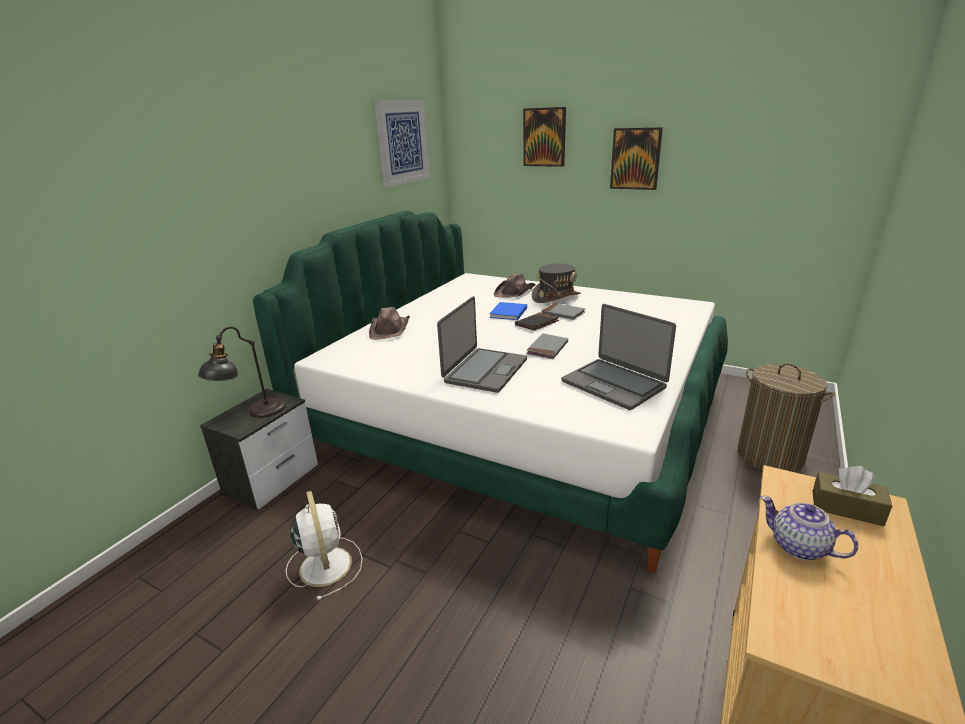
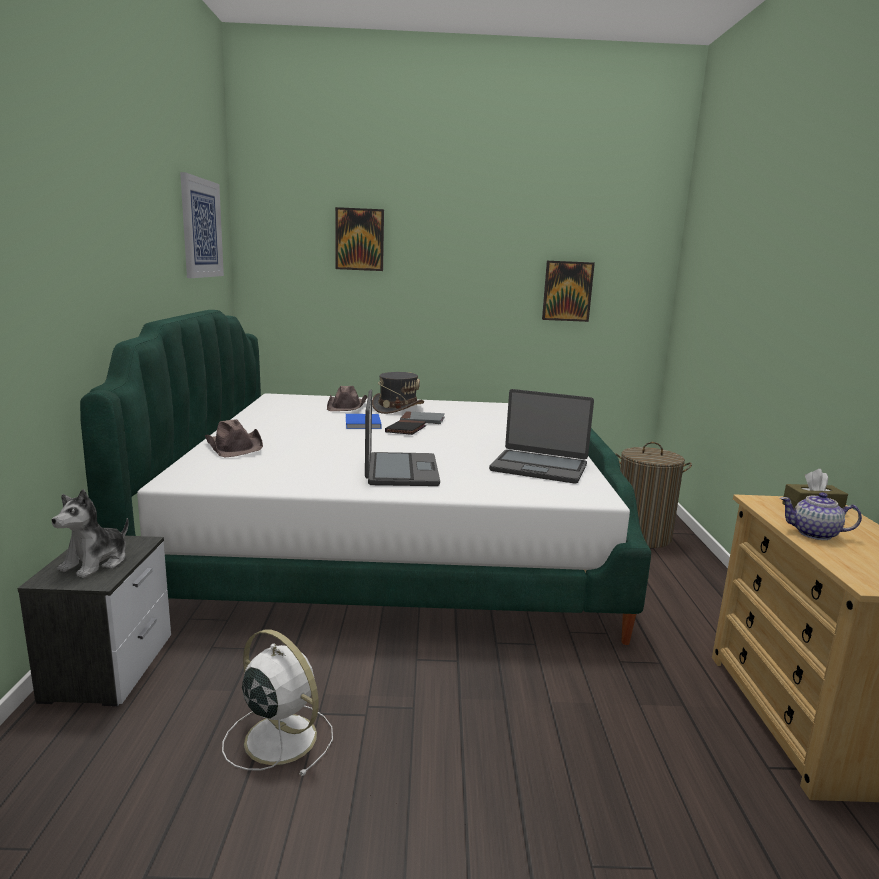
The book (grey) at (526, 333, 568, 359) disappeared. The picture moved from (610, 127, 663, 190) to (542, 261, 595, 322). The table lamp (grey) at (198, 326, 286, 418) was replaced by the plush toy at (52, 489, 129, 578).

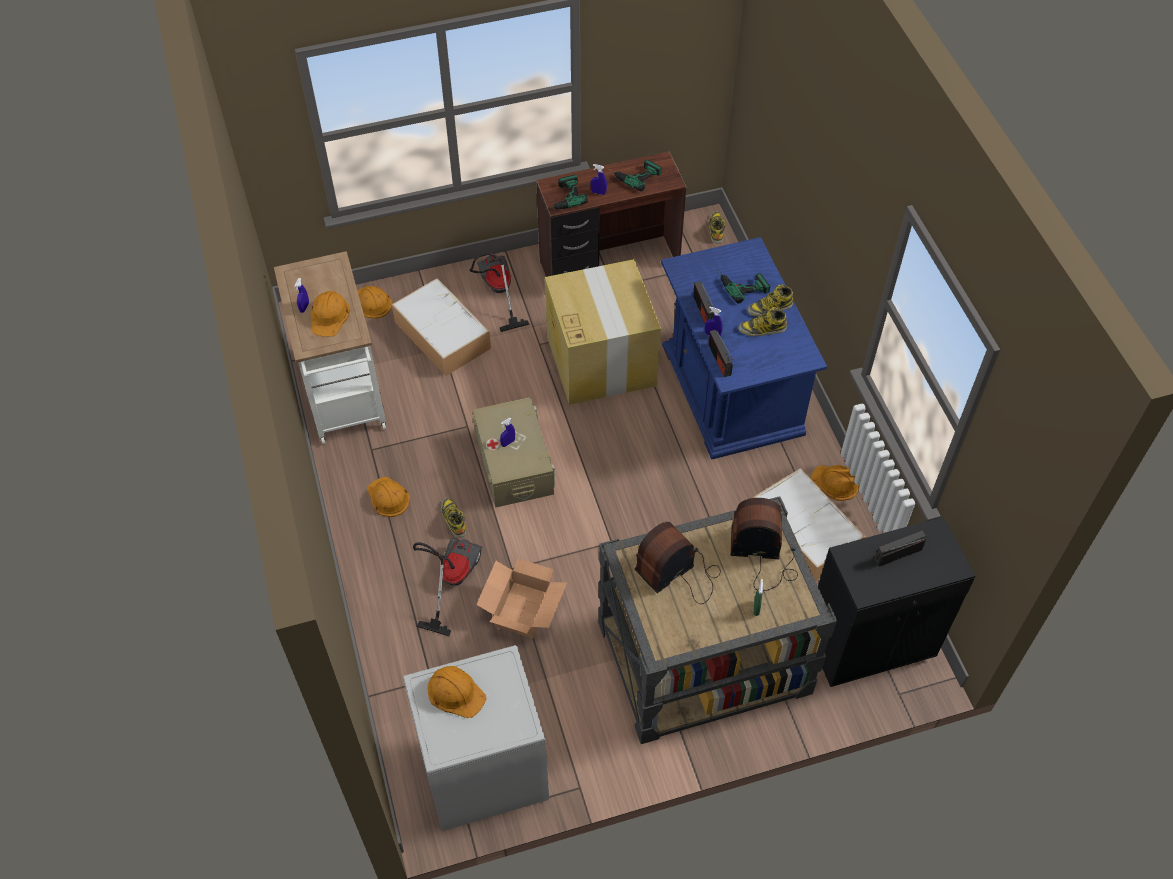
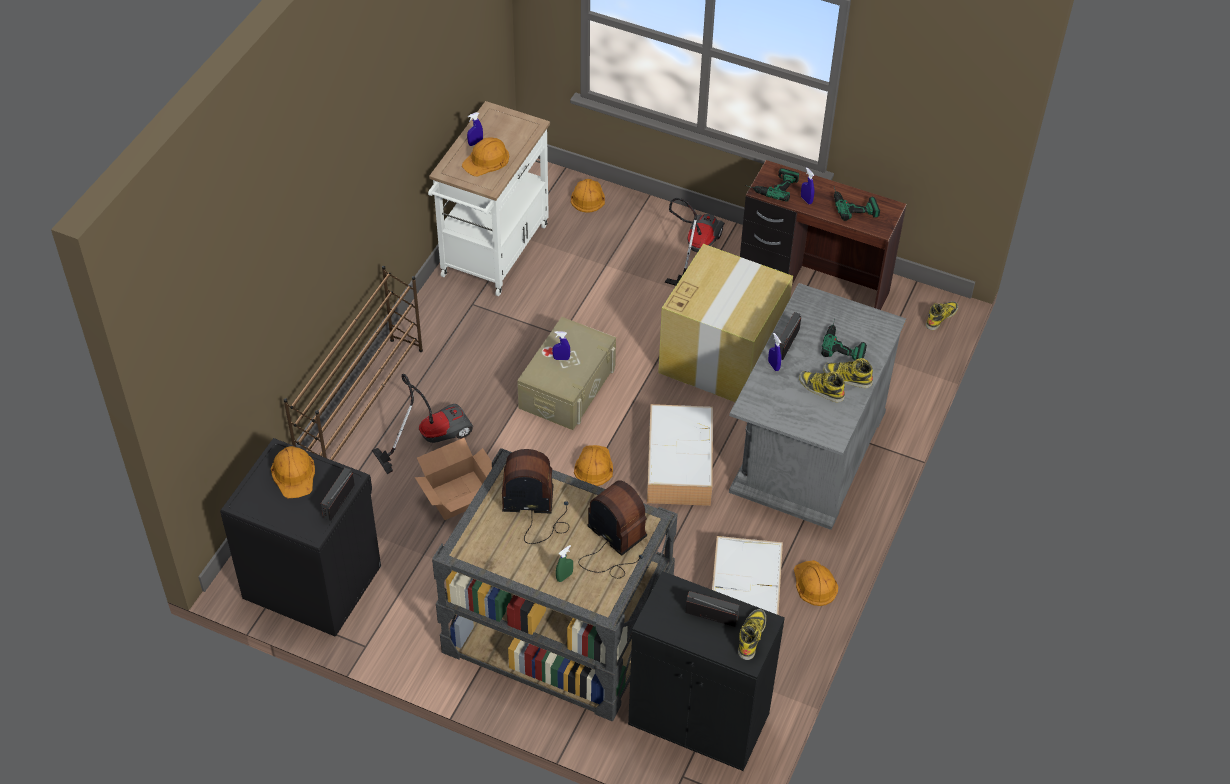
The shoe rack (brown) at (284, 266, 423, 460) appeared. The hard hat (orange) moved from (367, 477, 410, 517) to (574, 445, 613, 486). The storage box moved from (392, 278, 491, 376) to (647, 404, 713, 506). The boot moved from (441, 498, 466, 538) to (738, 609, 766, 660). The radio moved from (708, 330, 733, 377) to (321, 467, 355, 521). The washing machine (white) at (403, 645, 549, 831) became the washing machine (black) at (220, 438, 381, 637). The cabinet (blue) at (661, 237, 827, 460) became the cabinet (grey) at (729, 283, 906, 530).

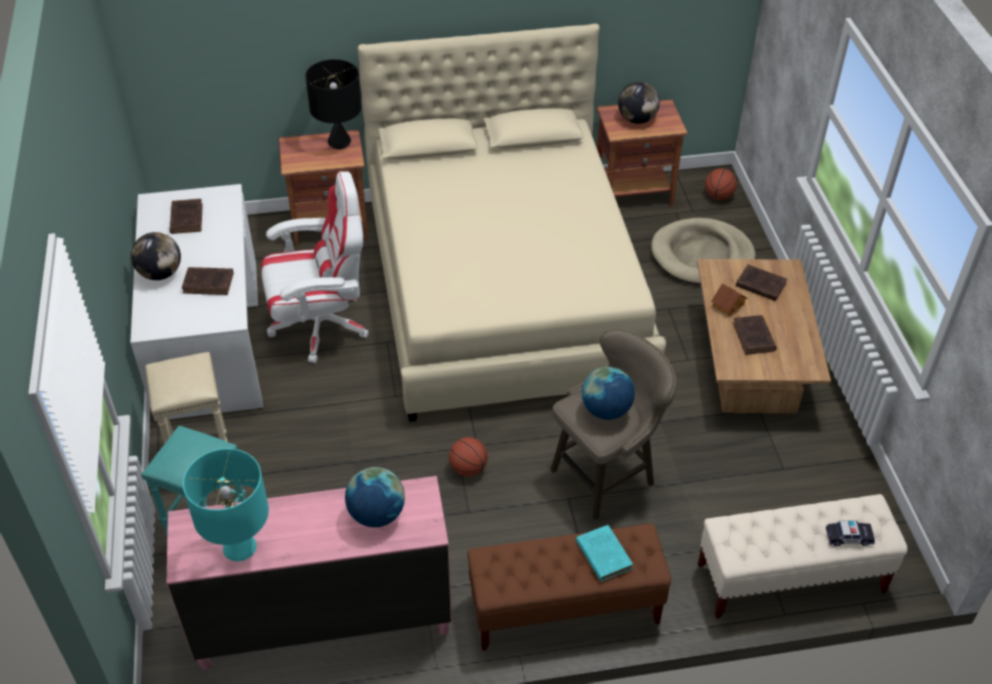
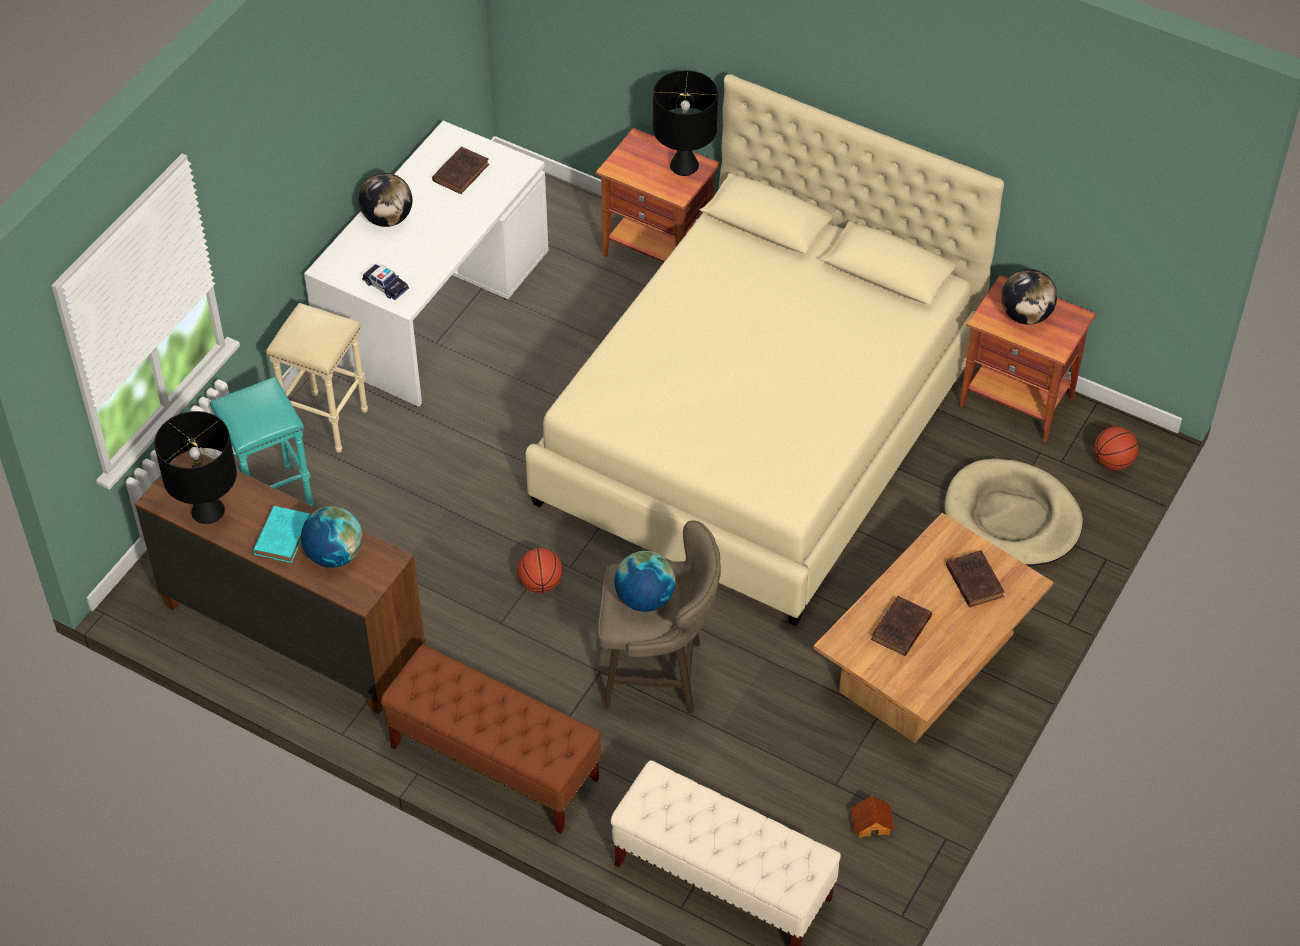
The book (brown) at (182, 267, 234, 295) disappeared. The office chair (white) at (261, 171, 369, 363) disappeared. The book (turquoise) moved from (576, 525, 633, 582) to (253, 506, 310, 563). The toy house moved from (711, 283, 747, 316) to (851, 795, 894, 838). The toy car moved from (826, 521, 875, 546) to (362, 264, 409, 300). The dresser (pink) at (167, 476, 452, 670) became the dresser (brown) at (135, 451, 425, 714). The table lamp (turquoise) at (183, 449, 269, 561) became the table lamp (black) at (154, 411, 237, 524).

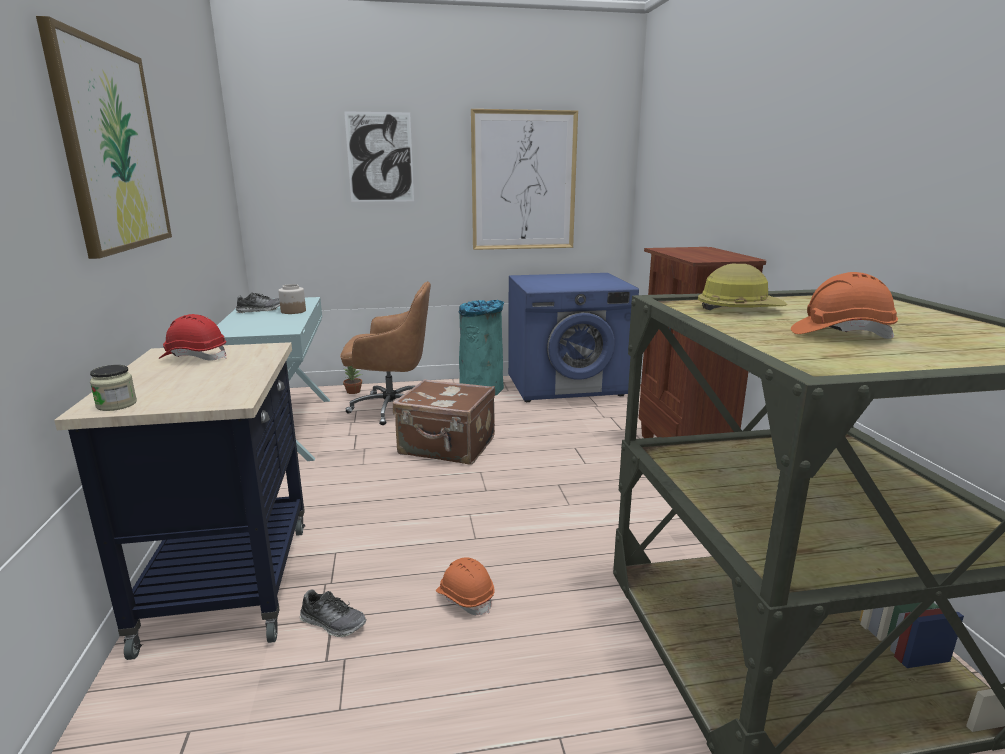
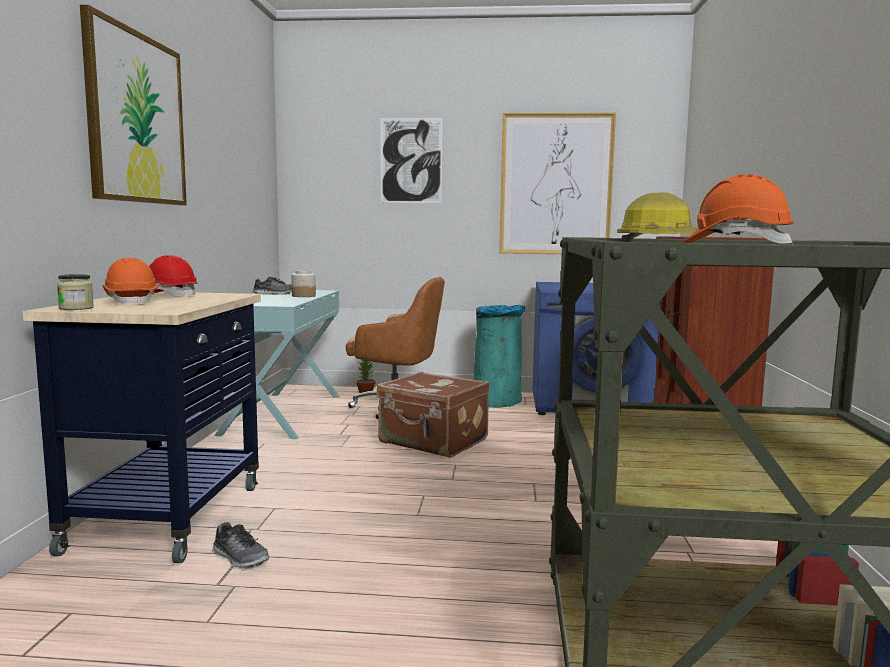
The hard hat (orange) moved from (436, 557, 494, 615) to (103, 258, 158, 305).

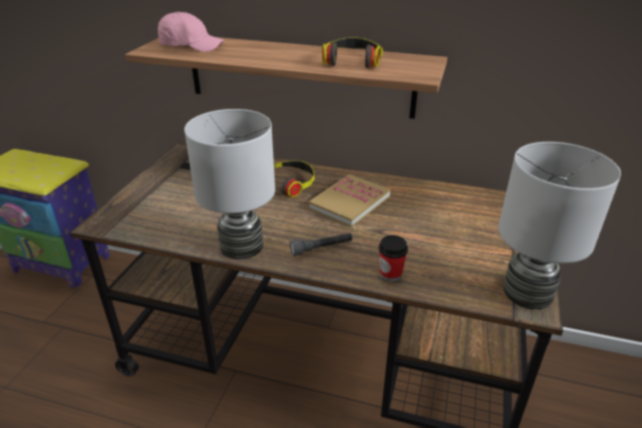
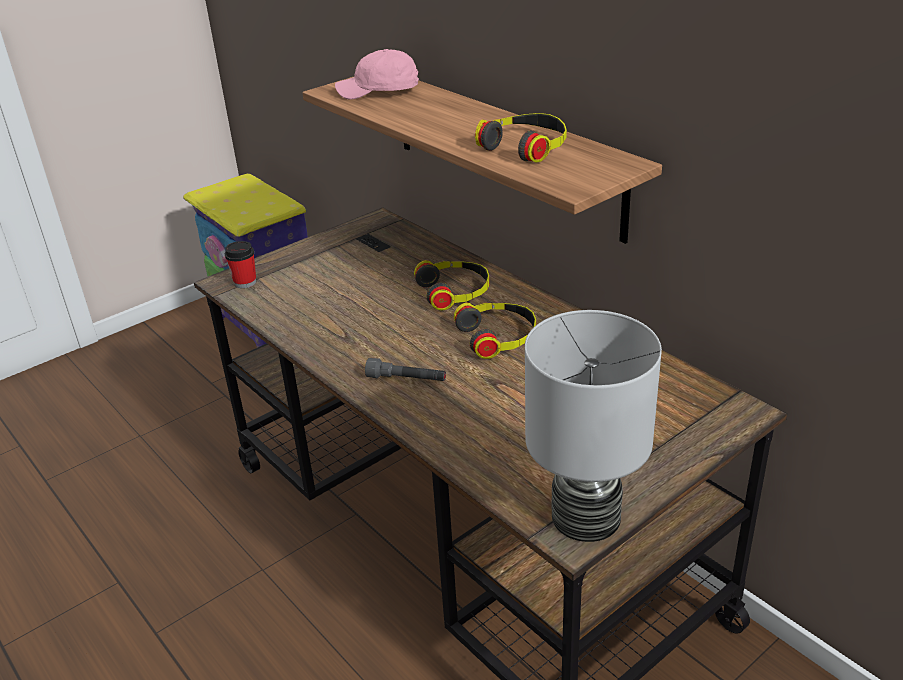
The table lamp (grey) at (184, 109, 275, 259) disappeared. The cup moved from (379, 235, 408, 282) to (225, 241, 256, 288). The book at (308, 174, 390, 228) was replaced by the headphones at (454, 303, 536, 359). The cap (pink) at (158, 12, 224, 52) turned 135 degrees clockwise.

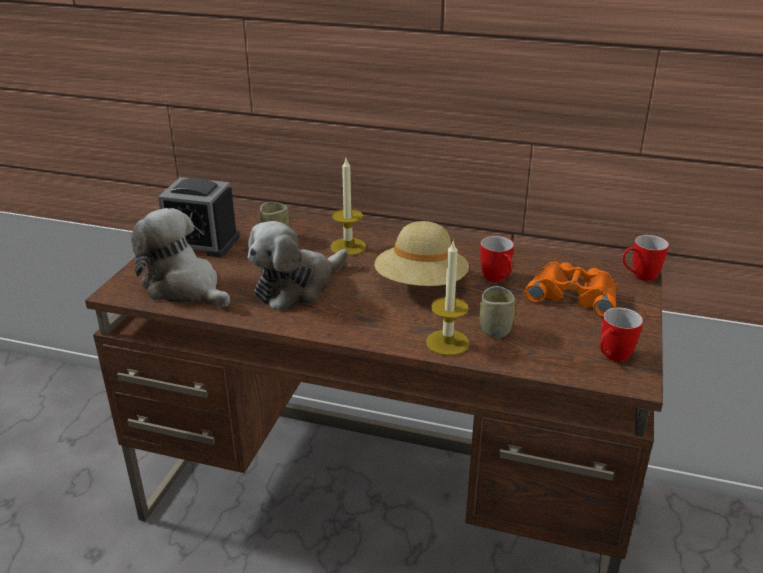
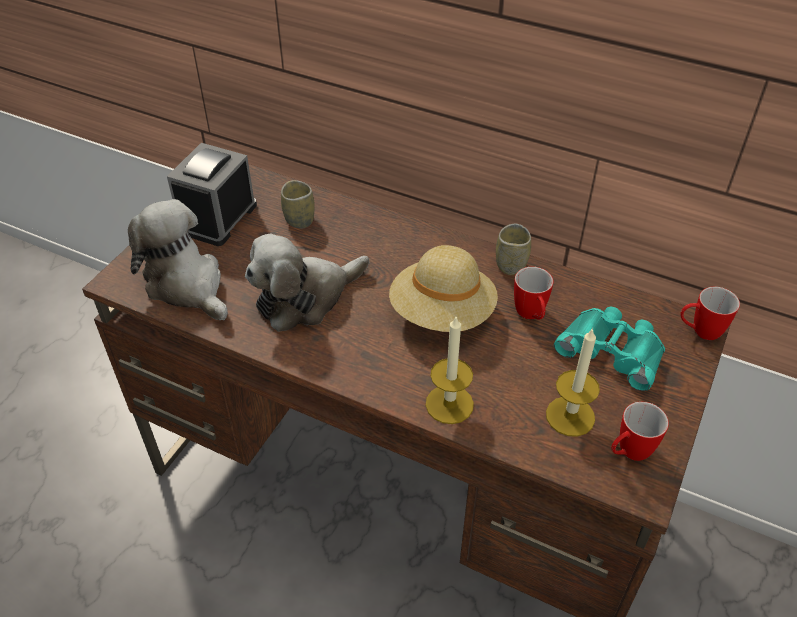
The candle moved from (331, 158, 366, 256) to (546, 327, 600, 437). The cup moved from (479, 286, 515, 339) to (496, 224, 531, 275). The binoculars (orange) at (524, 262, 617, 317) became the binoculars (turquoise) at (554, 307, 665, 391). The alarm clock at (158, 177, 240, 257) turned 90 degrees clockwise.

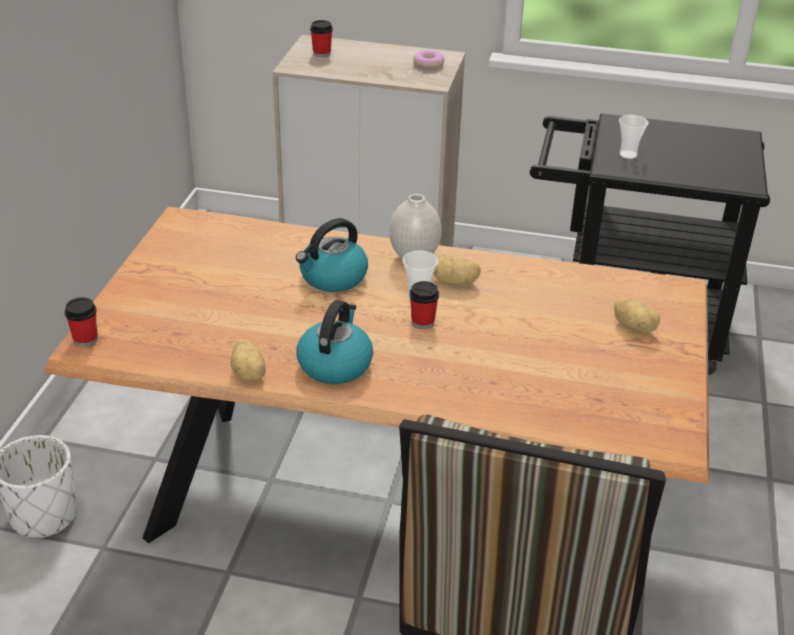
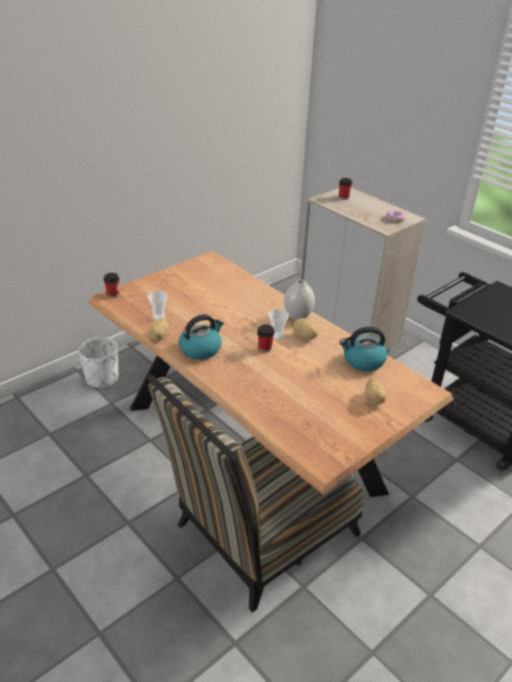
The kettle moved from (296, 218, 368, 292) to (339, 327, 387, 371). The cup moved from (619, 115, 649, 159) to (148, 291, 168, 320).

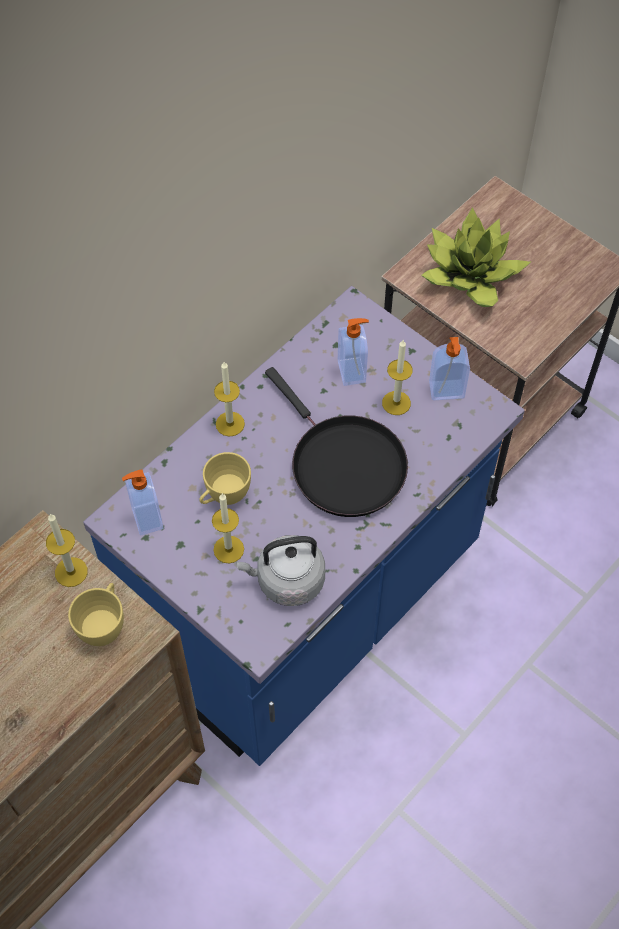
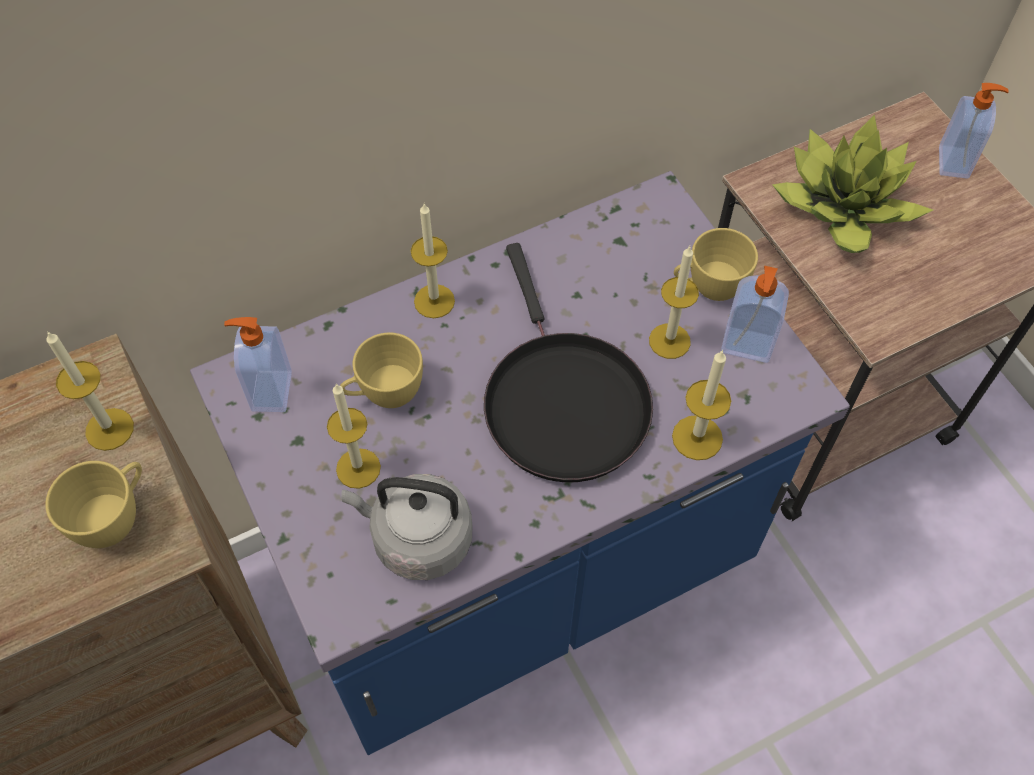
The candle at (672, 350, 731, 460) appeared. The cup (yellow) at (674, 228, 758, 301) appeared. The soap dispenser moved from (338, 318, 369, 386) to (939, 83, 1009, 179).

